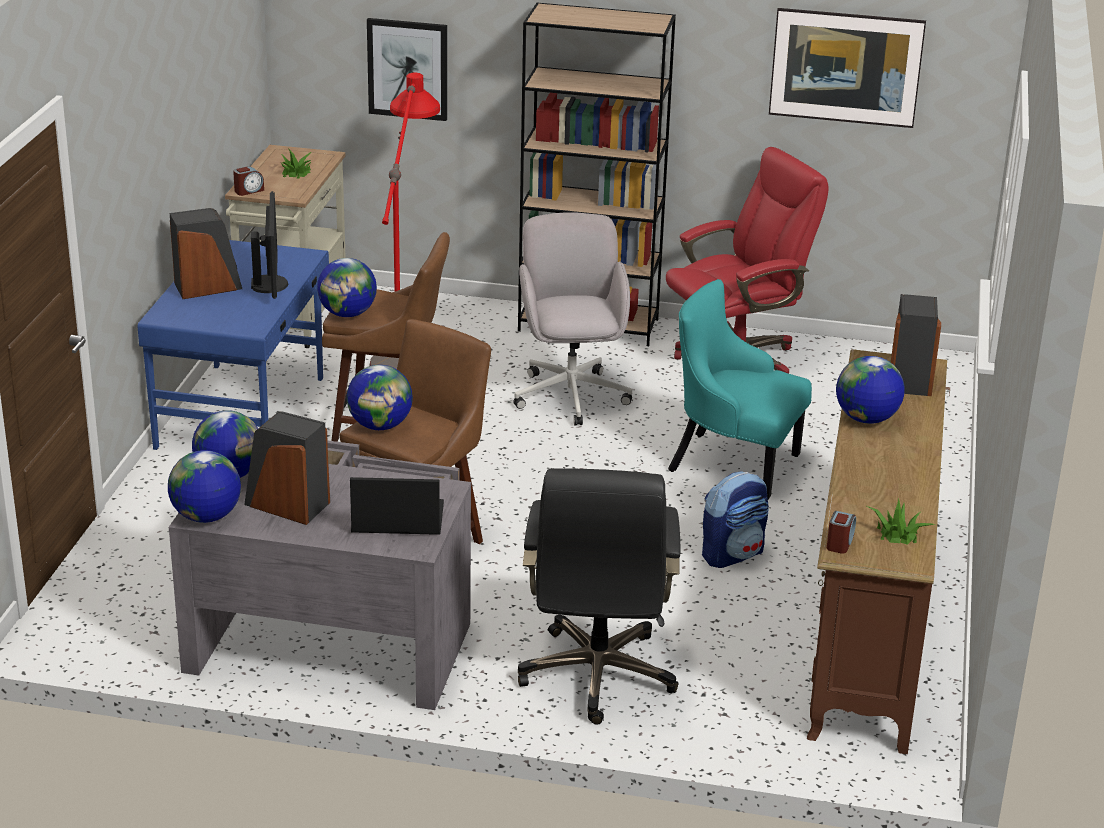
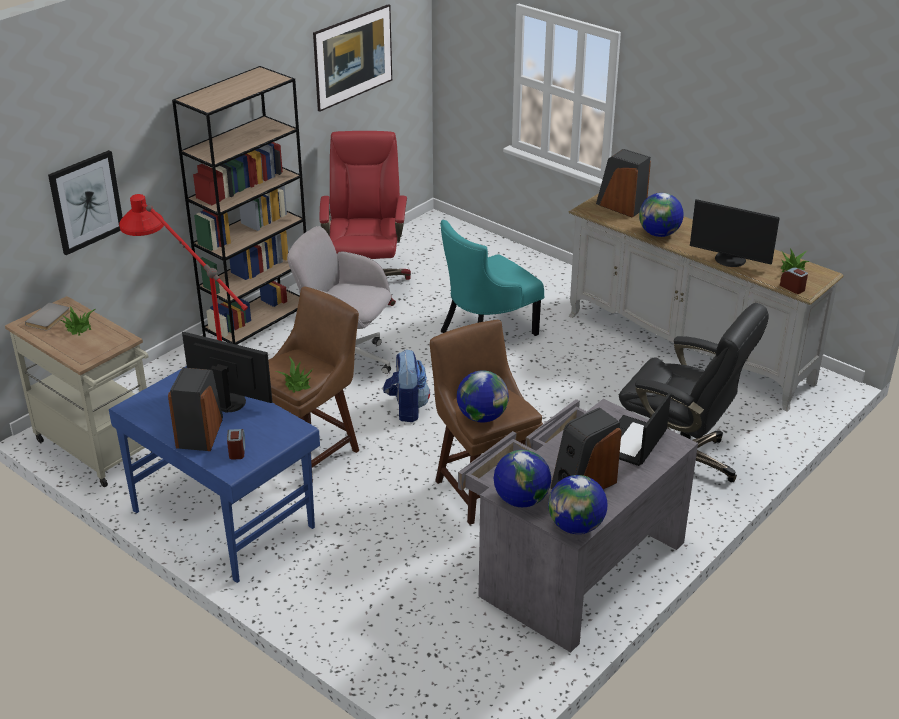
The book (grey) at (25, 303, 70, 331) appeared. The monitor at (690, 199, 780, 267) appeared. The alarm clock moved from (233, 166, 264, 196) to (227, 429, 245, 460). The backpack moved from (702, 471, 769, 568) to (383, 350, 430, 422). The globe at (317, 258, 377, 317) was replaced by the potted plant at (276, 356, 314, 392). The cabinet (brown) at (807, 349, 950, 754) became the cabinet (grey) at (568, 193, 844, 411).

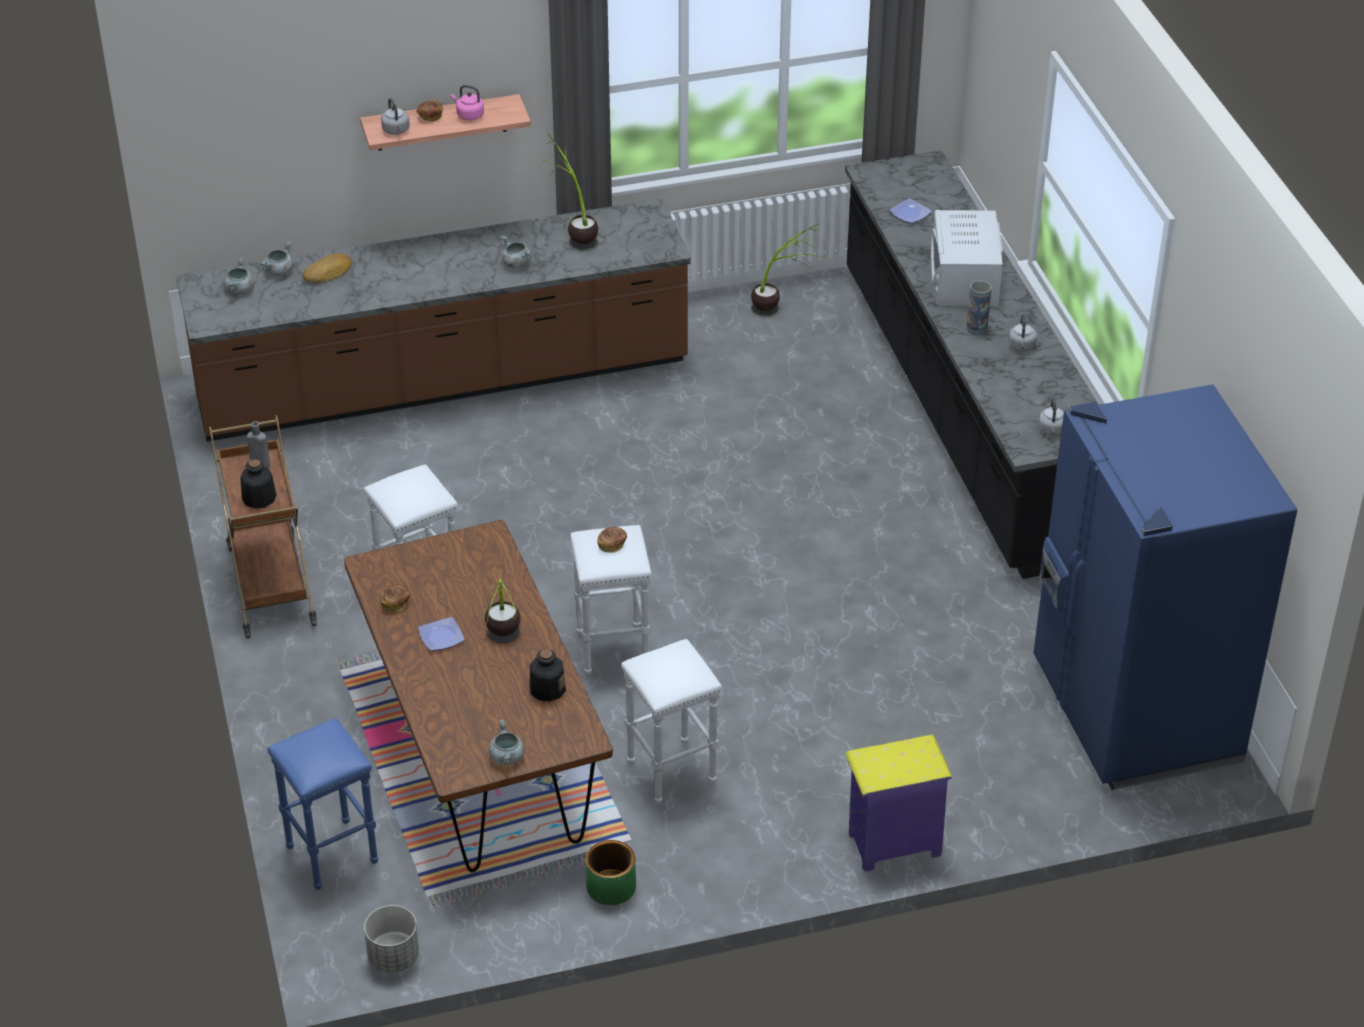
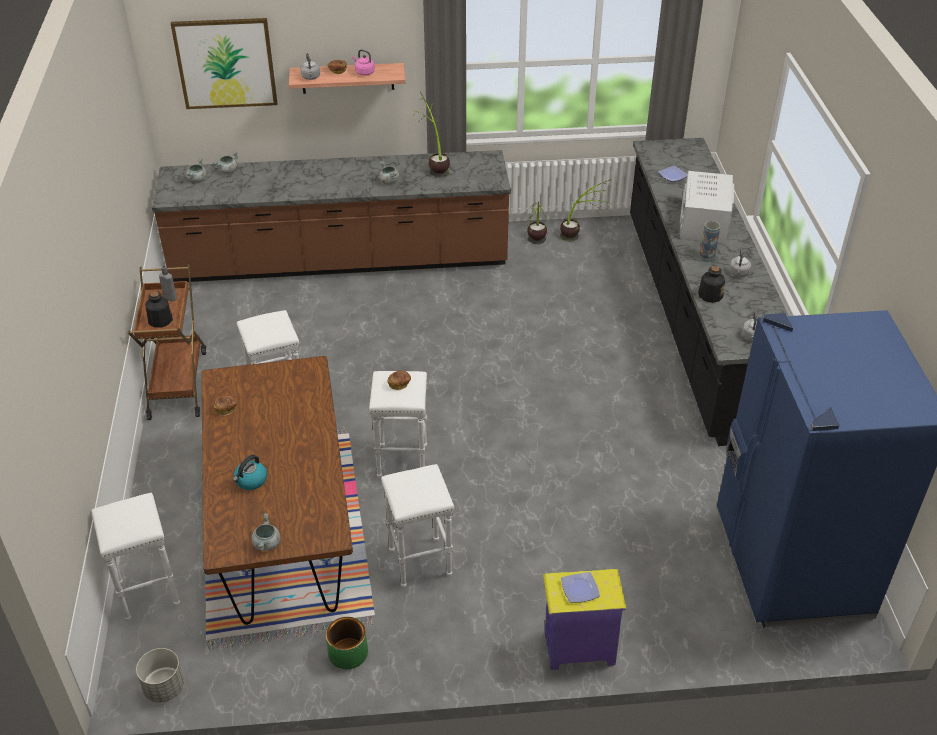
The bread at (303, 253, 352, 283) disappeared. The picture at (171, 18, 277, 109) appeared. The kettle at (233, 455, 267, 490) appeared. The plate moved from (418, 617, 464, 651) to (561, 572, 600, 602). The potted plant moved from (477, 579, 521, 643) to (525, 202, 547, 244). The bottle moved from (530, 649, 566, 702) to (698, 266, 725, 303). The stool (blue) at (267, 718, 378, 890) became the stool (white) at (92, 493, 180, 622).

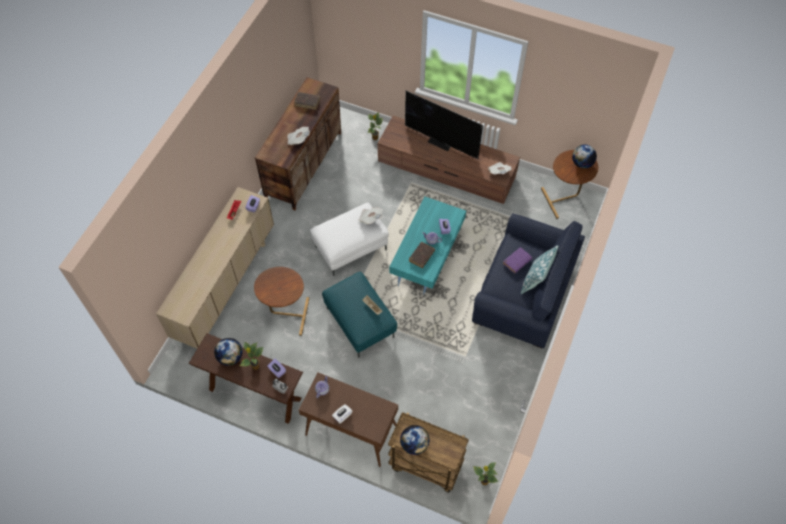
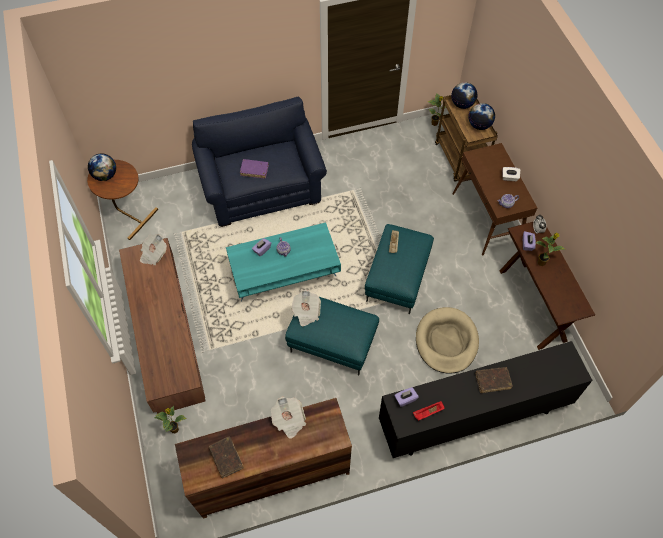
The television at (405, 91, 483, 159) disappeared. The pillow at (521, 245, 558, 294) disappeared. The globe moved from (214, 338, 243, 366) to (451, 82, 478, 109). The book (brown) moved from (409, 242, 435, 268) to (475, 367, 513, 393). The side table (brown) at (254, 267, 309, 336) was replaced by the dog bed (beige) at (416, 307, 479, 374). The cabinet (beige) at (156, 187, 274, 349) became the cabinet (black) at (379, 341, 593, 458). The ottoman (white) at (310, 203, 389, 276) became the ottoman (turquoise) at (285, 297, 379, 375).

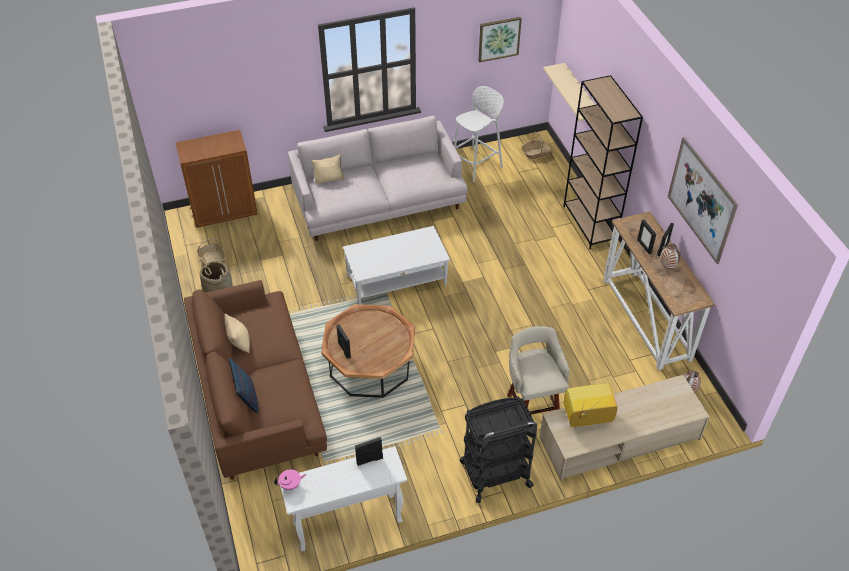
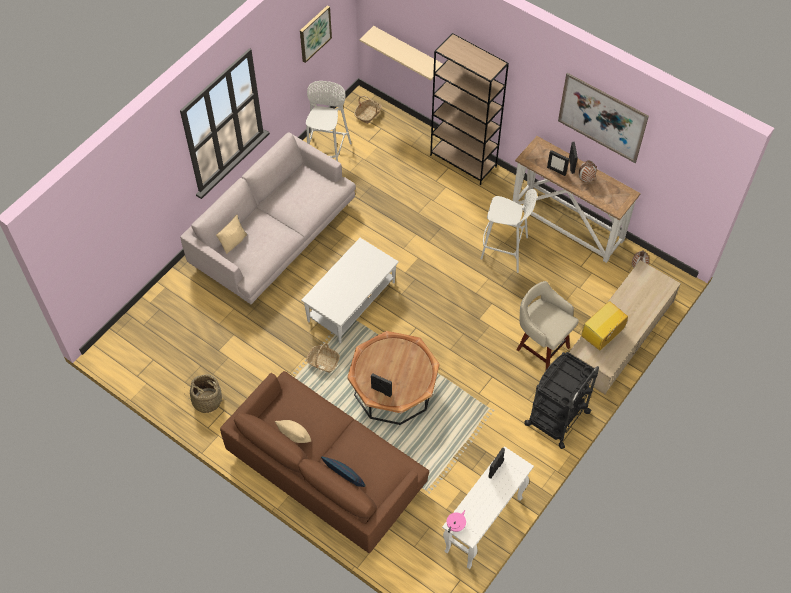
The cabinet (brown) at (175, 130, 258, 228) disappeared. The stool (white) at (481, 189, 537, 273) appeared. The basket moved from (197, 239, 226, 264) to (306, 343, 340, 373).

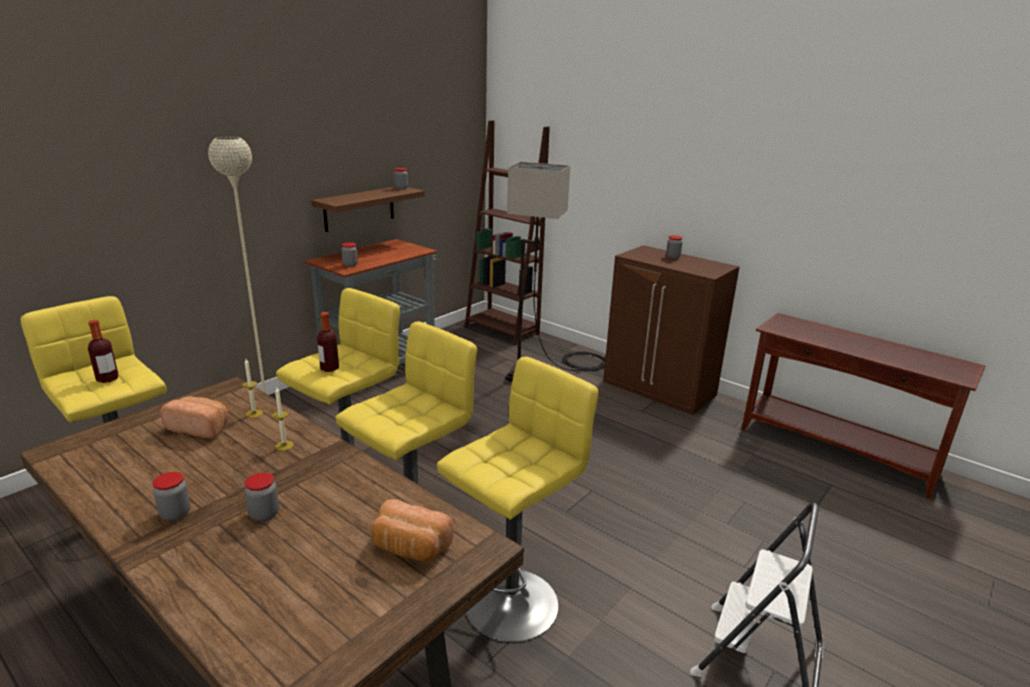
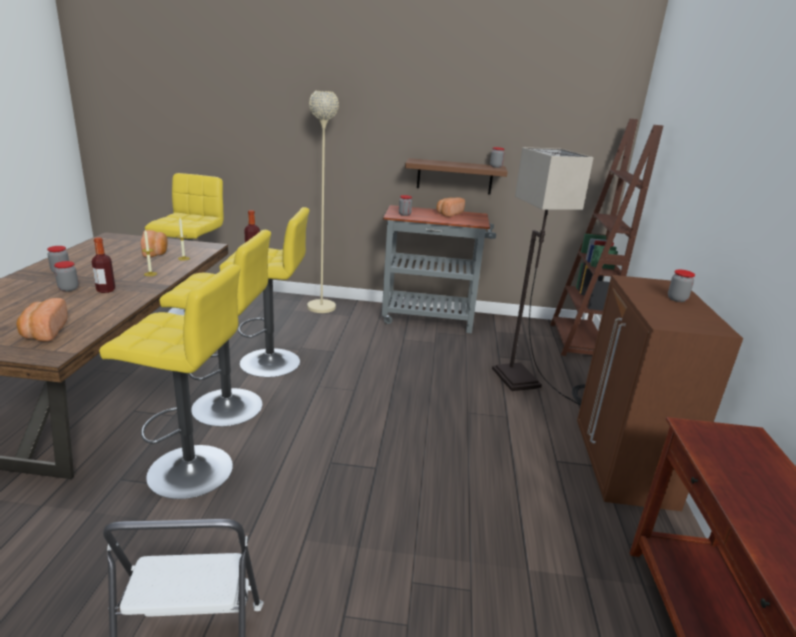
The bread at (437, 197, 465, 217) appeared. The bottle moved from (88, 320, 119, 383) to (92, 237, 115, 293).

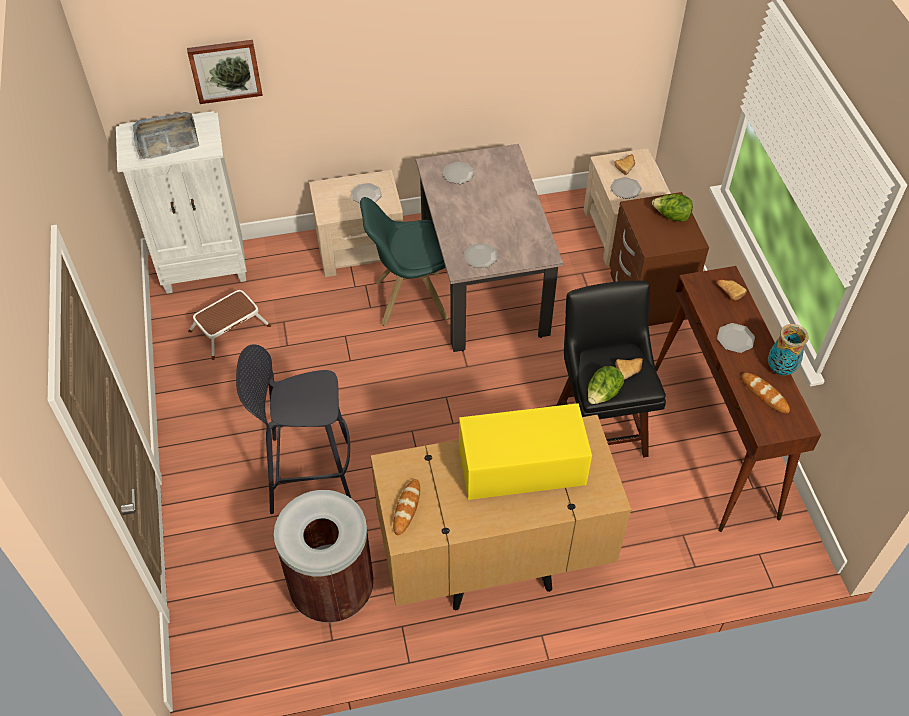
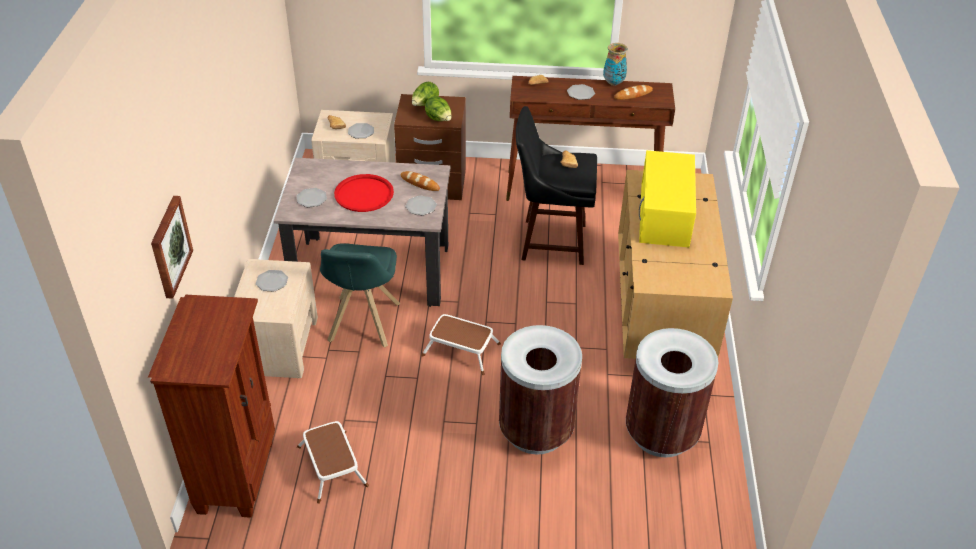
The tray (grey) at (133, 112, 199, 159) disappeared. The tray (red) at (334, 174, 394, 212) appeared. The step ladder (brown) at (421, 314, 501, 375) appeared. The bread moved from (393, 479, 420, 535) to (401, 171, 440, 191). The lettuce moved from (588, 366, 624, 404) to (425, 96, 452, 121). The stool (grey) at (236, 344, 351, 514) was replaced by the trash can (brown) at (499, 325, 582, 454). The cabinet (white) at (116, 111, 247, 294) became the cabinet (brown) at (148, 294, 275, 518).

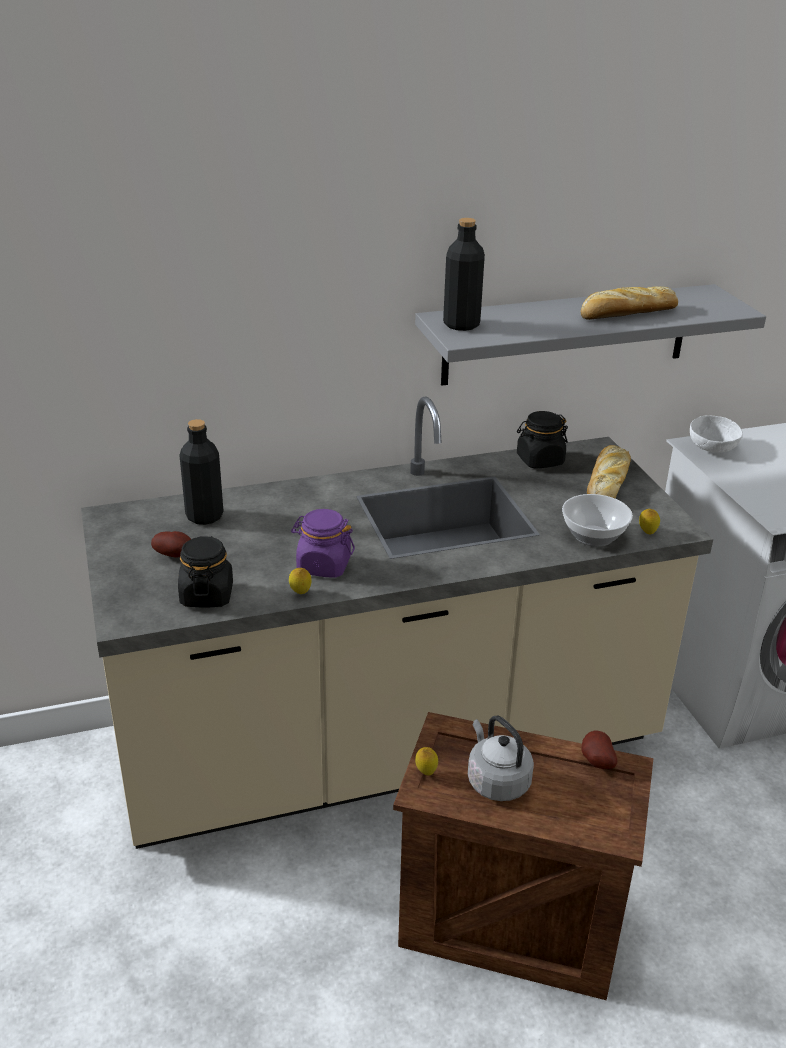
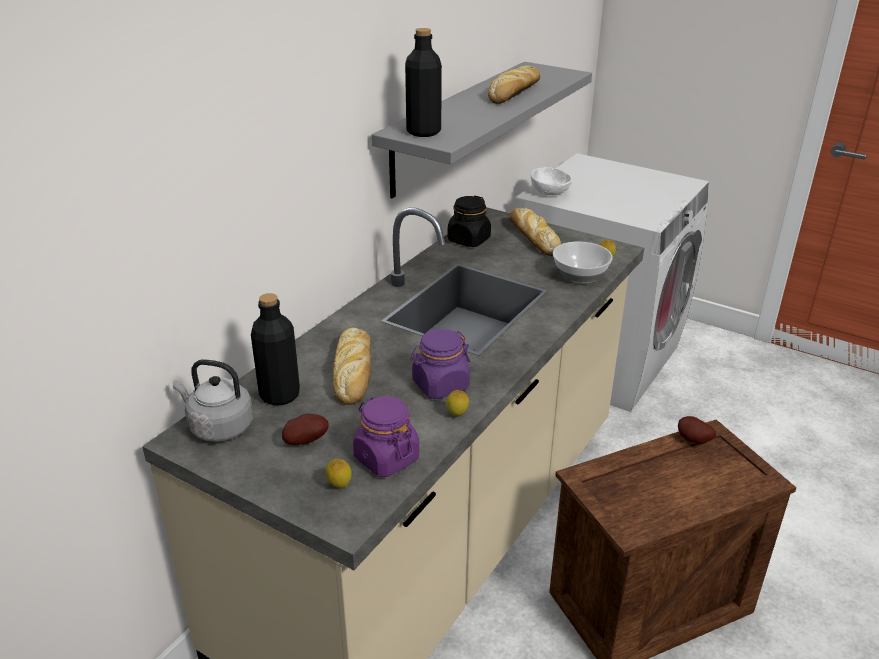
The bread at (333, 328, 371, 405) appeared. The lemon moved from (415, 747, 438, 775) to (326, 459, 352, 489). The kettle (grey) moved from (468, 716, 534, 801) to (173, 359, 253, 442). The jar (black) at (178, 536, 233, 608) became the jar (purple) at (353, 396, 419, 477).

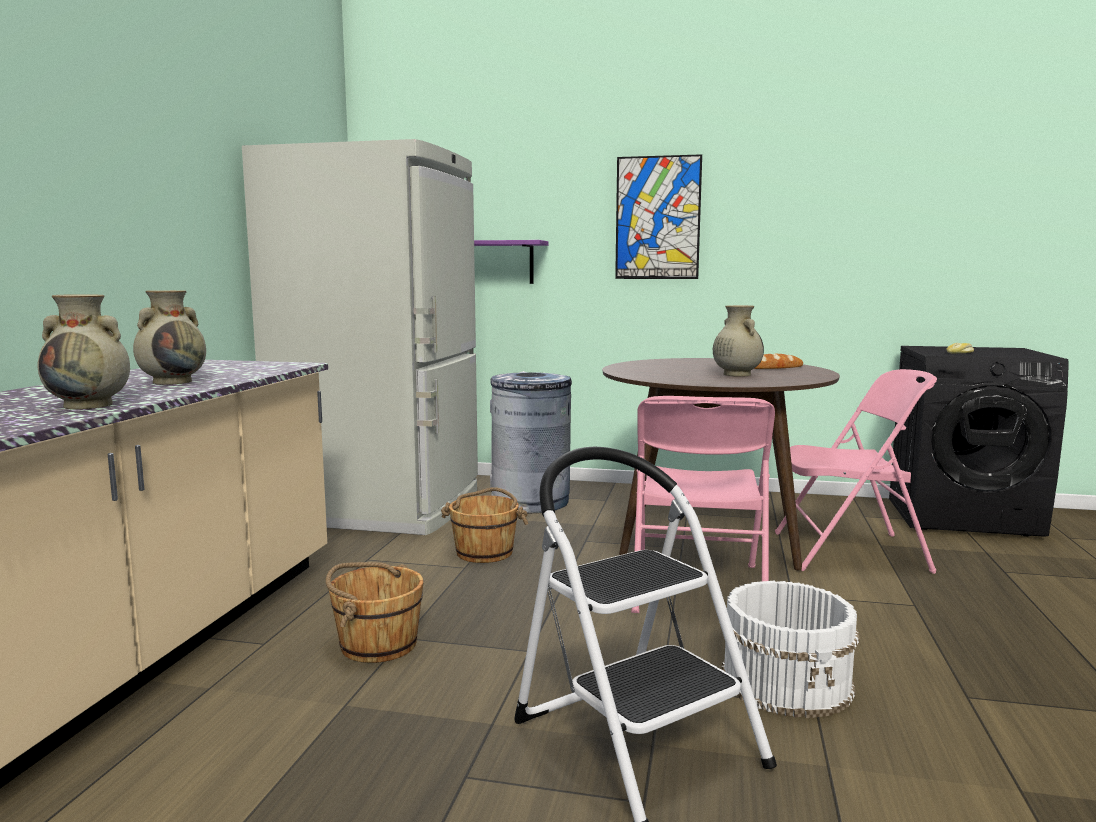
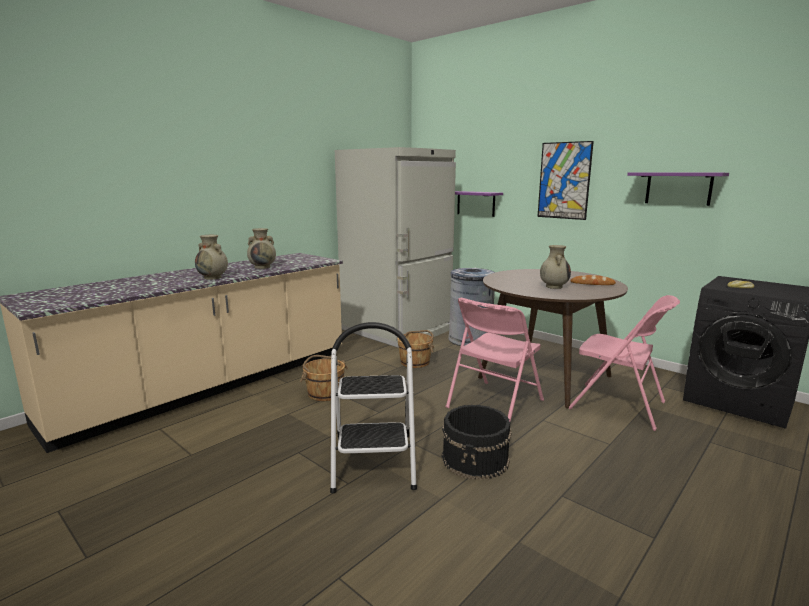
The shelf (purple) at (627, 172, 729, 206) appeared. The bucket (white) at (721, 581, 860, 718) became the bucket (black) at (442, 405, 512, 480).

